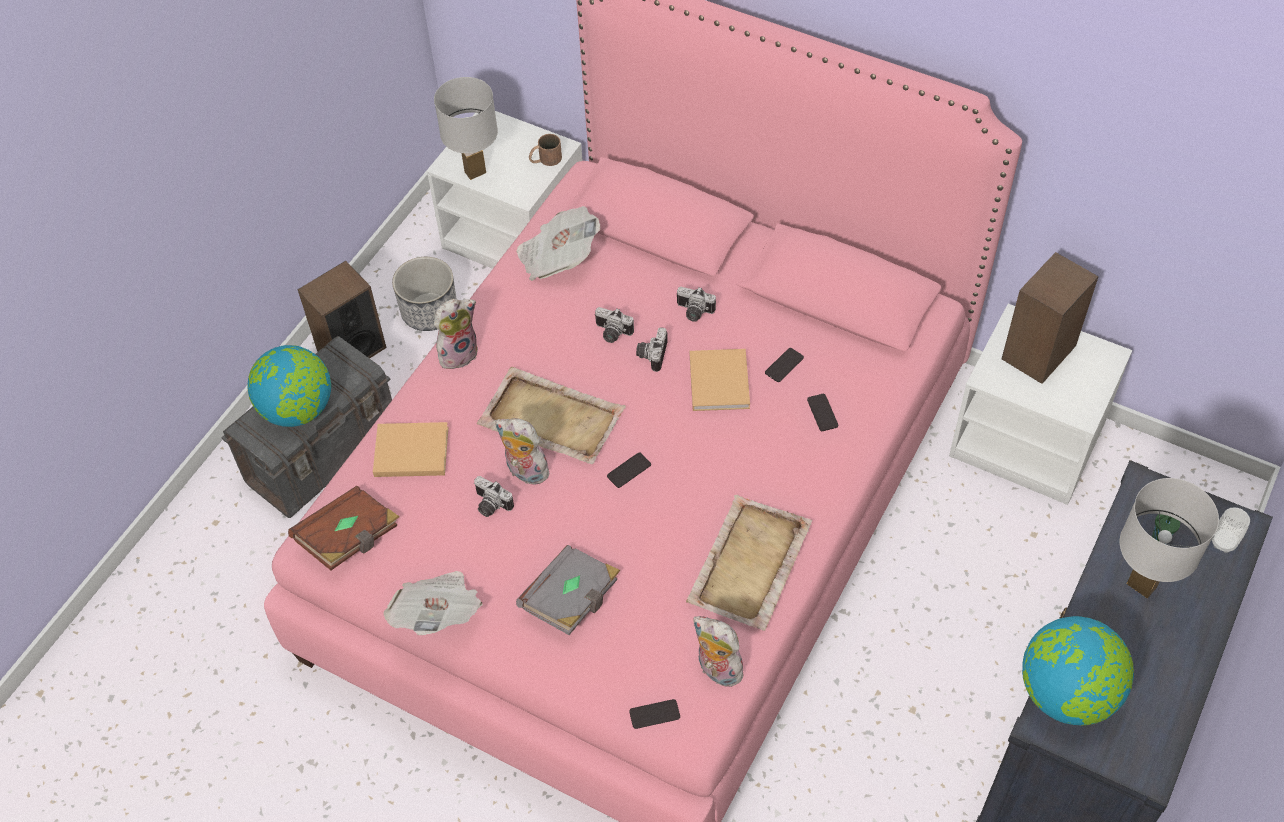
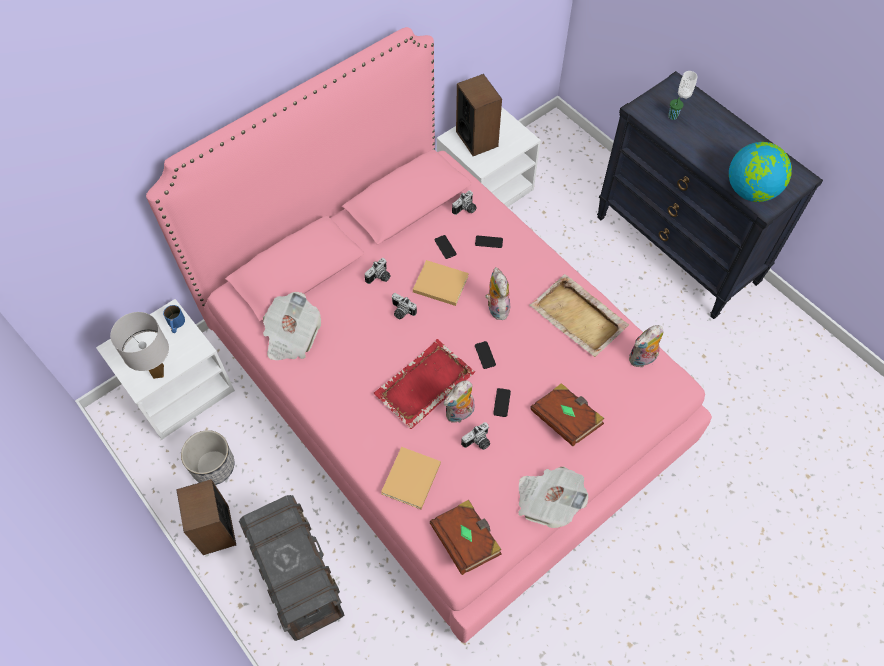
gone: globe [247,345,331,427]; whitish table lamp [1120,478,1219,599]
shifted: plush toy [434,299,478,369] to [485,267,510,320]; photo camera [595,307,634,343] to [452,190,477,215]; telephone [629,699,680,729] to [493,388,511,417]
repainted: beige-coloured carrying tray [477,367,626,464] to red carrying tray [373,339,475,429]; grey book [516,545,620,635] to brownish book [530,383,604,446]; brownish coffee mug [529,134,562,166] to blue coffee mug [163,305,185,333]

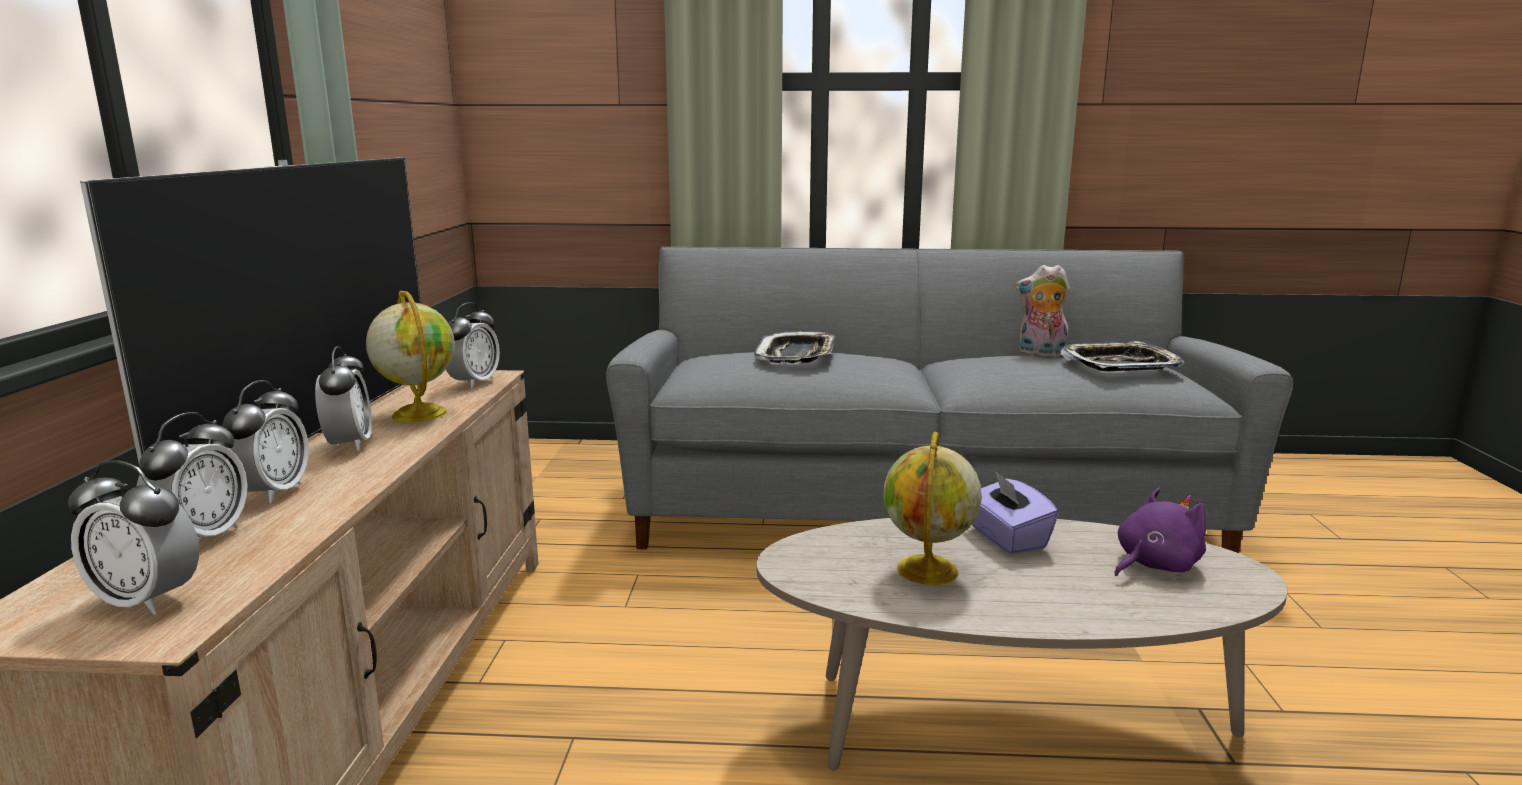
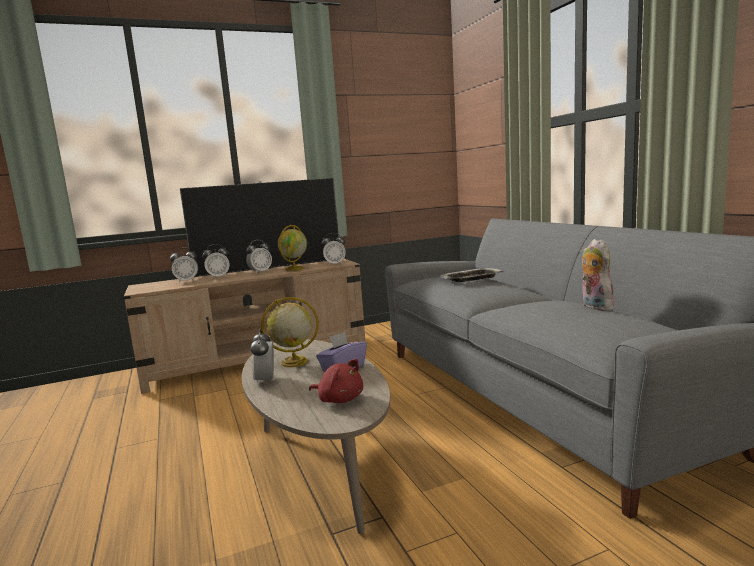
gone: carrying tray [1061,341,1184,371]
shifted: alarm clock [68,460,199,615] to [250,328,274,386]
repainted: purple plush toy [1114,488,1206,576] to red plush toy [309,359,363,403]

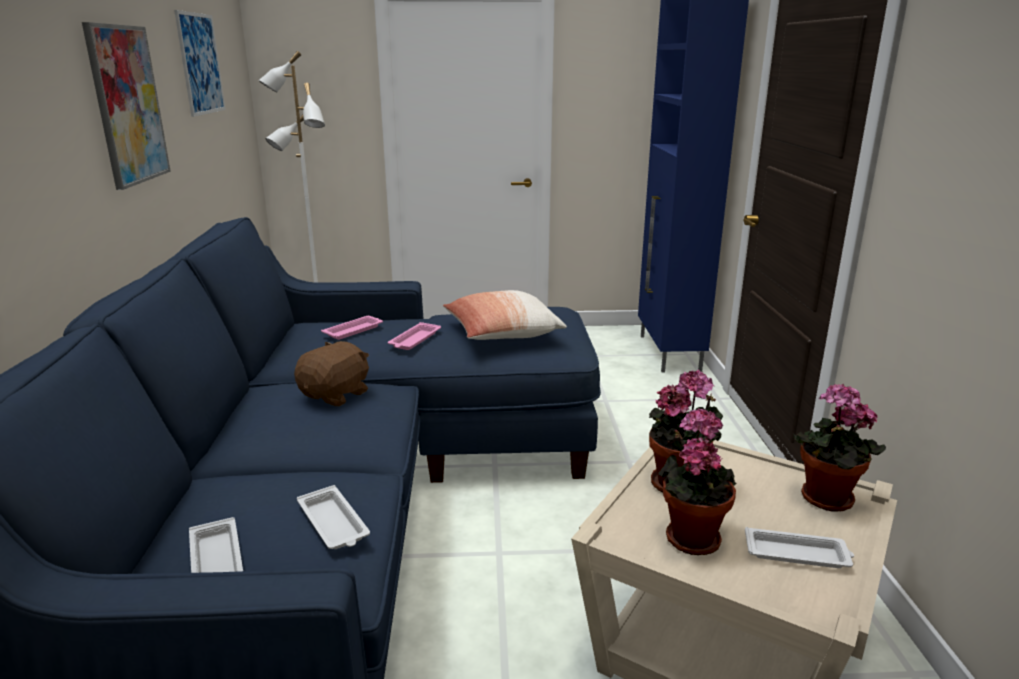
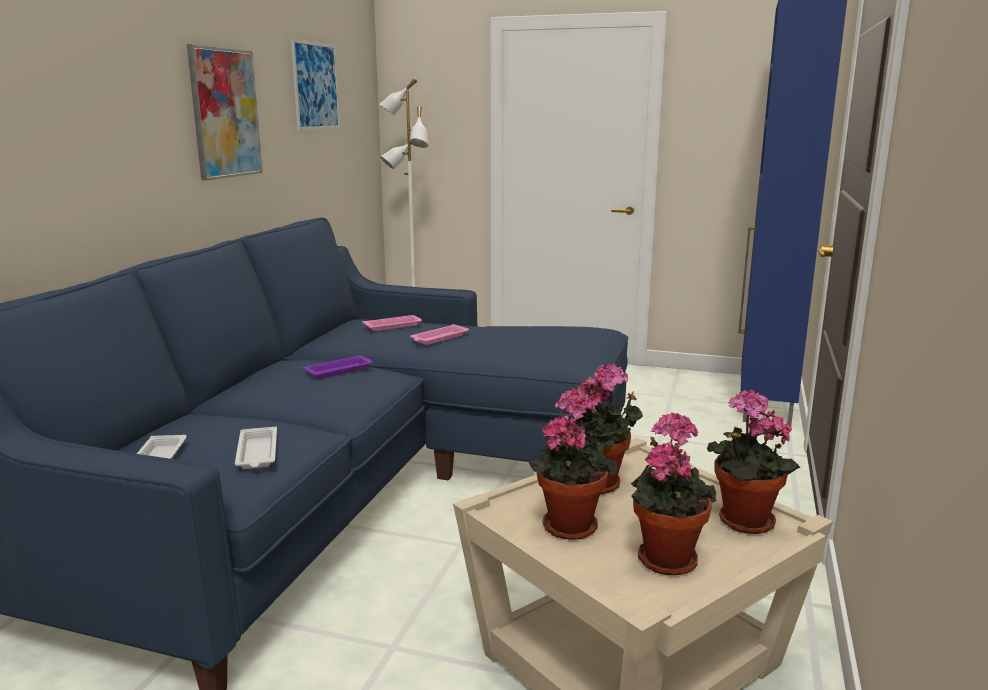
gone: pillow [443,290,567,340]
swapped: brownish plush toy [294,341,369,406] to purple carrying tray [303,356,373,378]; whitish carrying tray [745,527,854,568] to potted plant [631,412,717,575]

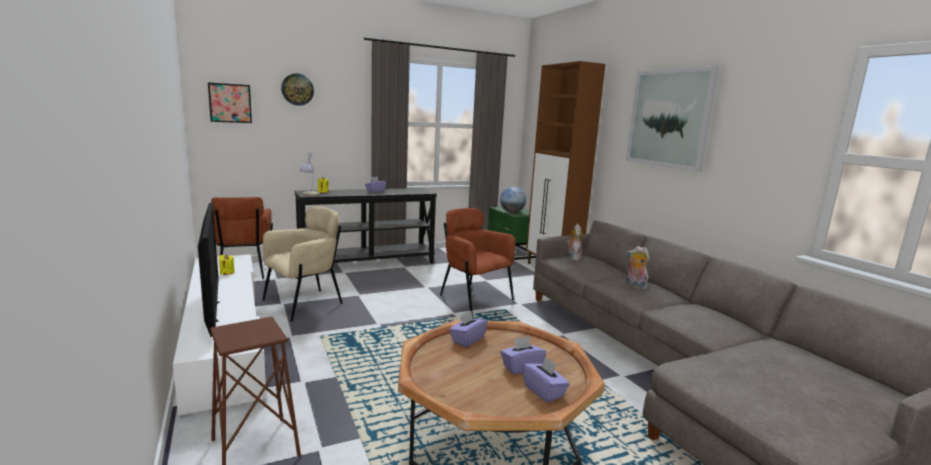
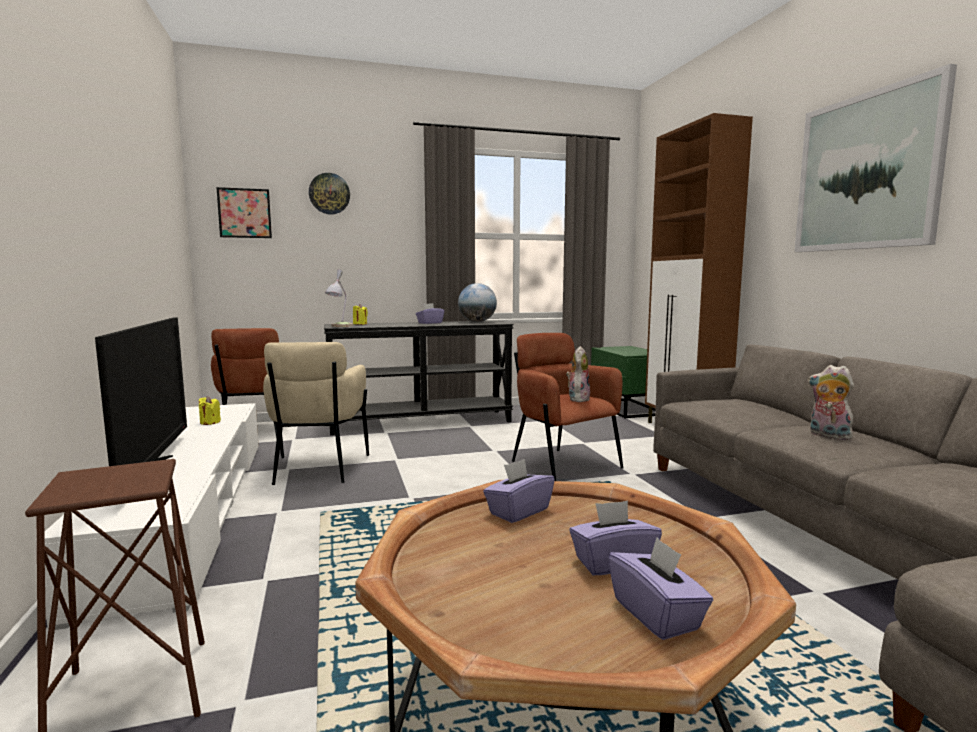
shifted: globe [500,187,526,213] to [458,283,497,322]; plush toy [567,224,582,261] to [566,346,590,402]
rotated: beige-coloured armchair [262,206,343,321] = [263,342,369,485] 120 degrees clockwise

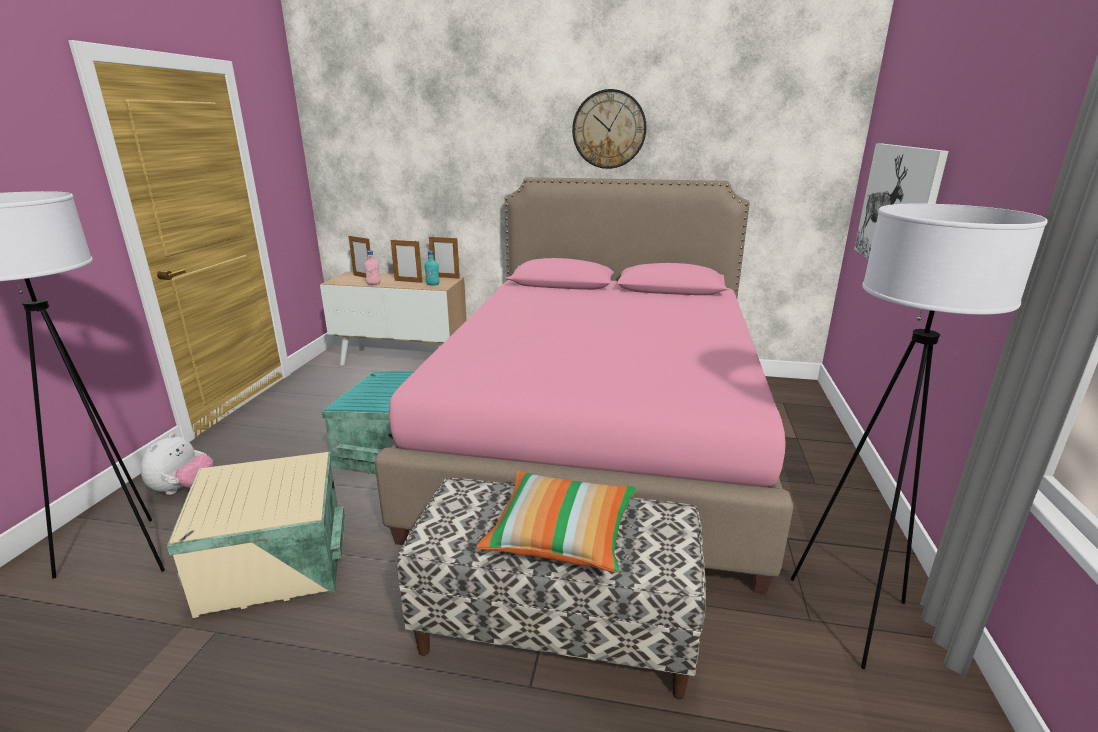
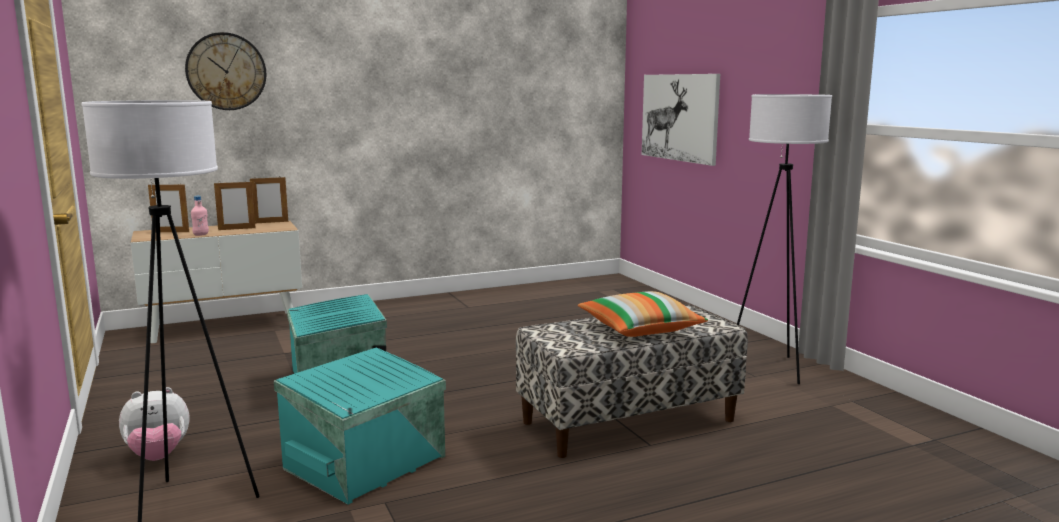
gone: pinkish bedroom bed [375,177,794,594]; turquoise-coloured beverage bottle [424,251,440,285]
shifted: clock on the wall [572,89,646,169] to [185,32,266,110]
repainted: beige-coloured storage bin [167,452,345,618] to turquoise-coloured storage bin [274,348,446,505]
rotated: plush toy [140,433,213,495] = [119,387,189,461] 90 degrees clockwise

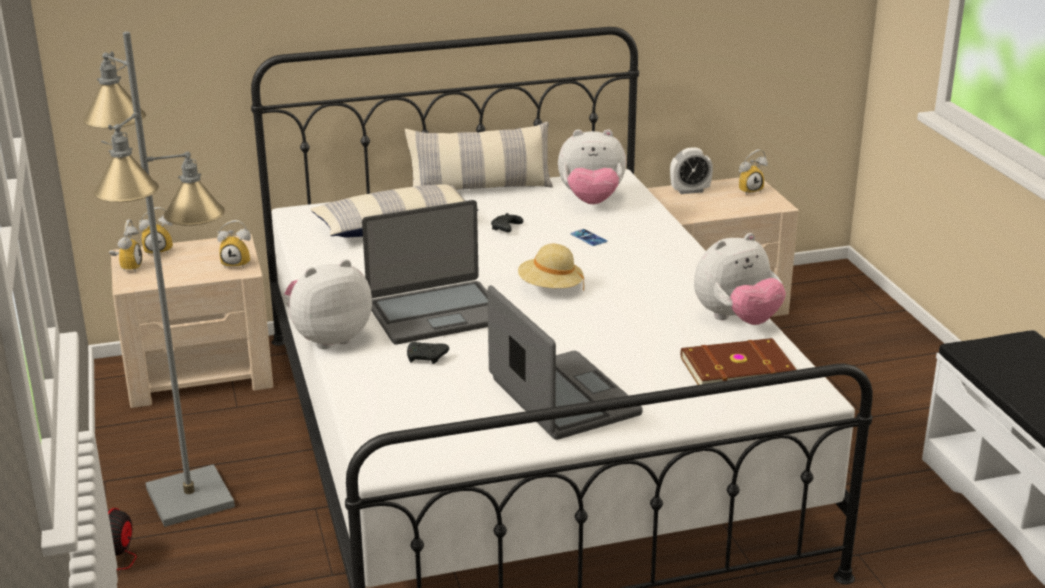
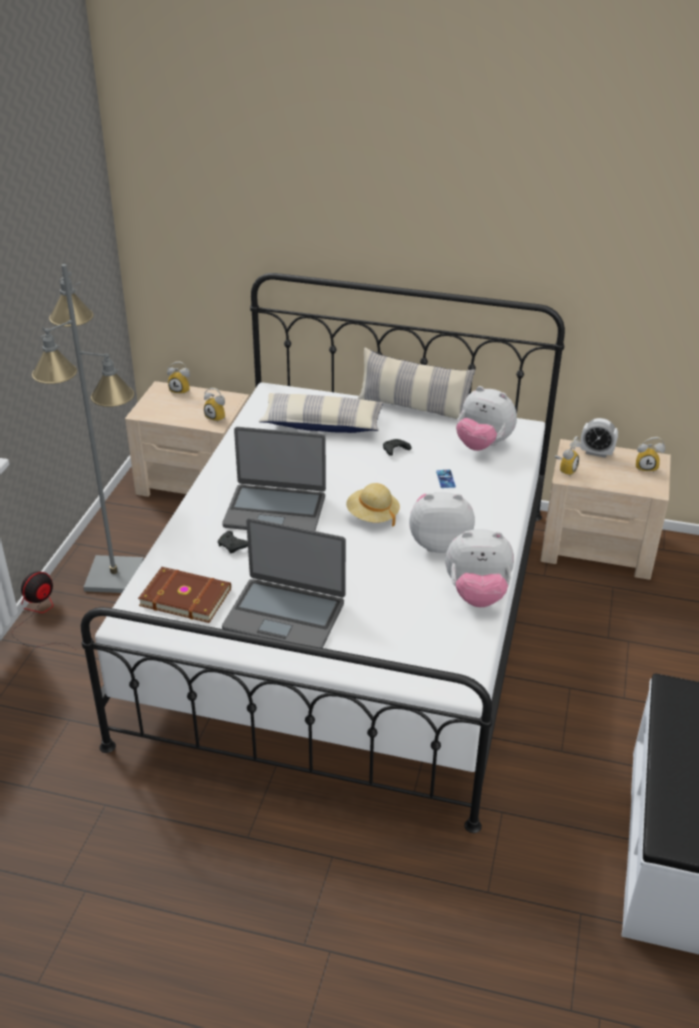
shifted: alarm clock [109,219,142,272] to [554,436,581,476]; plush toy [285,259,372,349] to [409,492,475,553]; brownish book [681,338,797,385] to [138,567,231,623]
rotated: laptop [487,285,643,440] = [222,518,346,648] 105 degrees clockwise

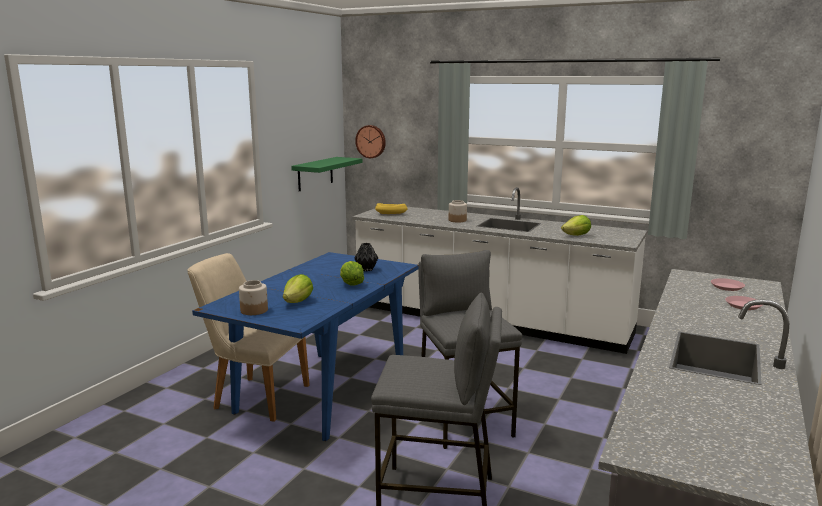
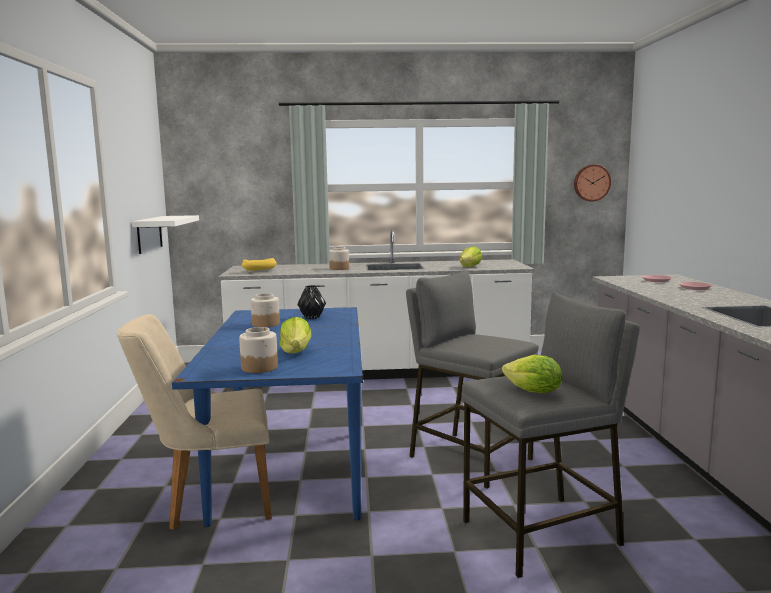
new: jar [251,293,280,327]
shifted: head of lettuce [340,261,364,286] to [502,355,562,393]; clock on the wall [355,125,386,158] to [574,165,611,201]
repainted: greenish shelf [291,157,362,191] to whitish shelf [132,215,199,254]

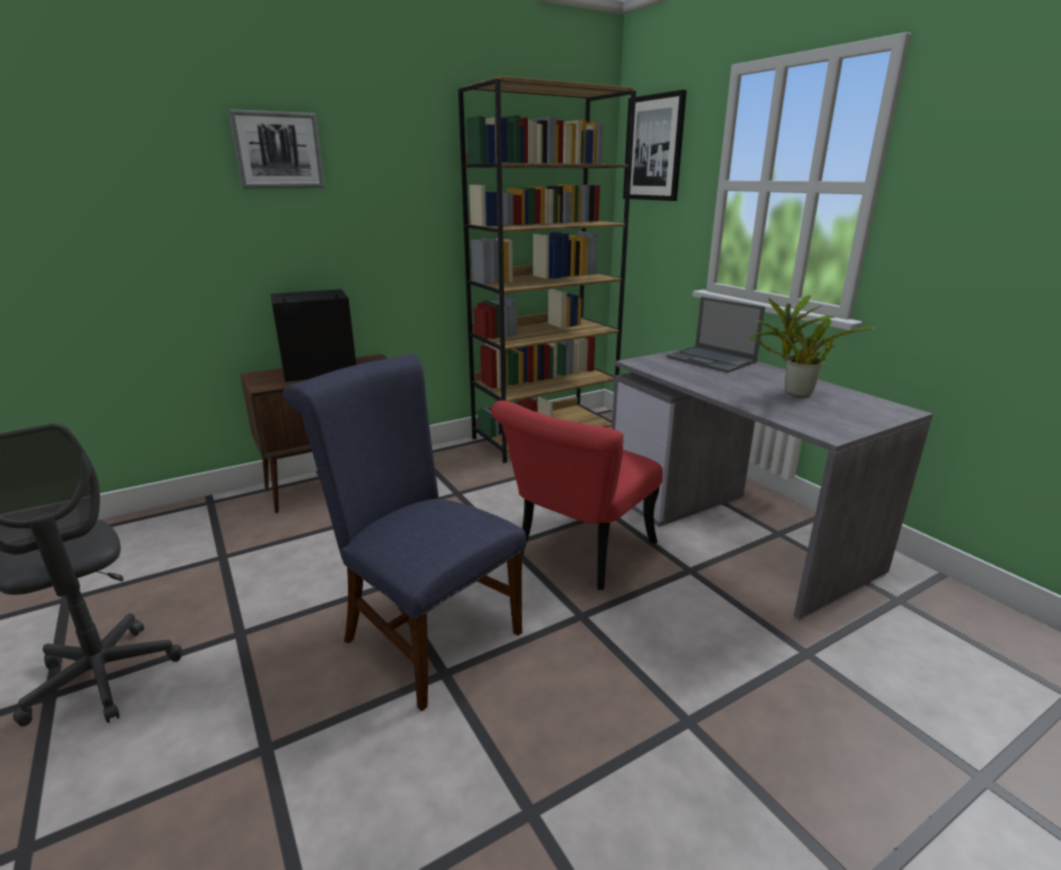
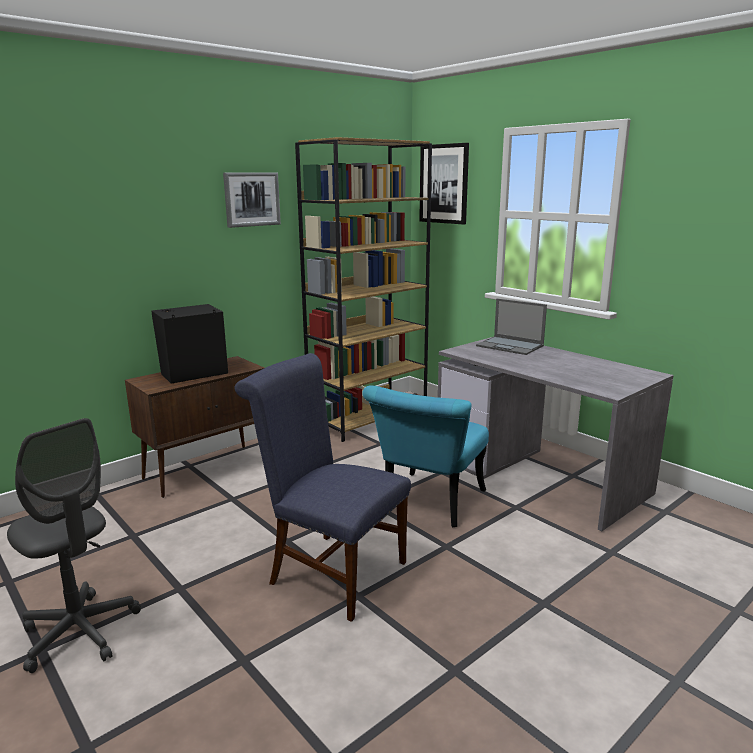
gone: potted plant [749,295,874,397]
shifted: wall art [228,109,325,189] to [223,173,281,228]
repainted: red plain chair [491,400,663,590] to turquoise-coloured plain chair [362,385,489,527]

